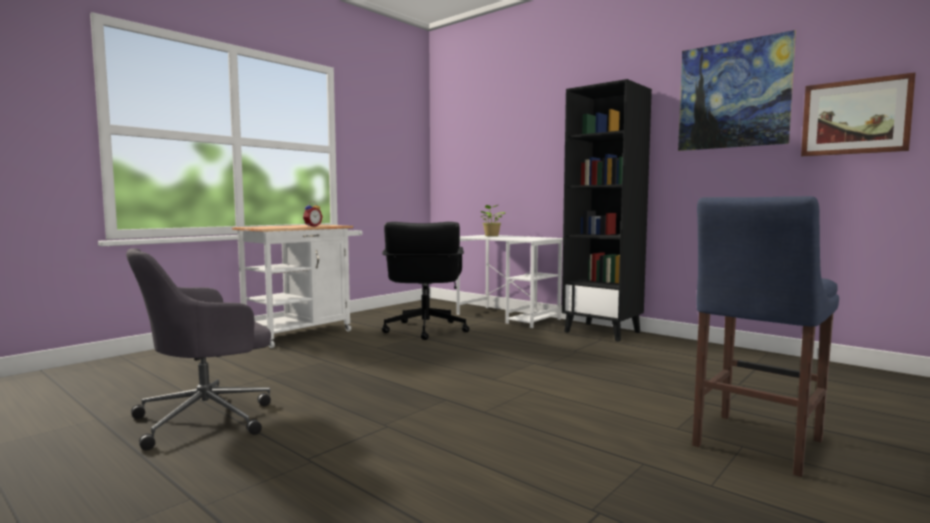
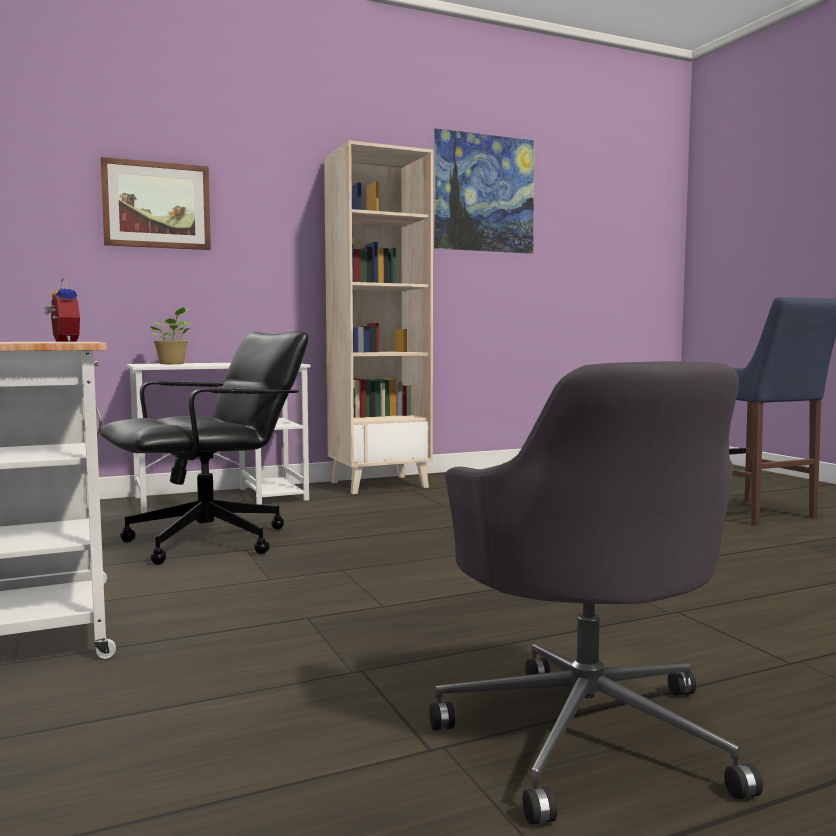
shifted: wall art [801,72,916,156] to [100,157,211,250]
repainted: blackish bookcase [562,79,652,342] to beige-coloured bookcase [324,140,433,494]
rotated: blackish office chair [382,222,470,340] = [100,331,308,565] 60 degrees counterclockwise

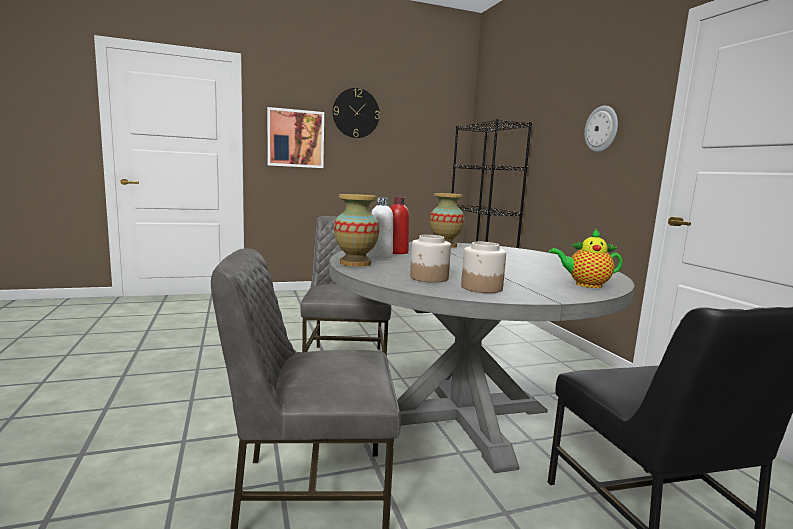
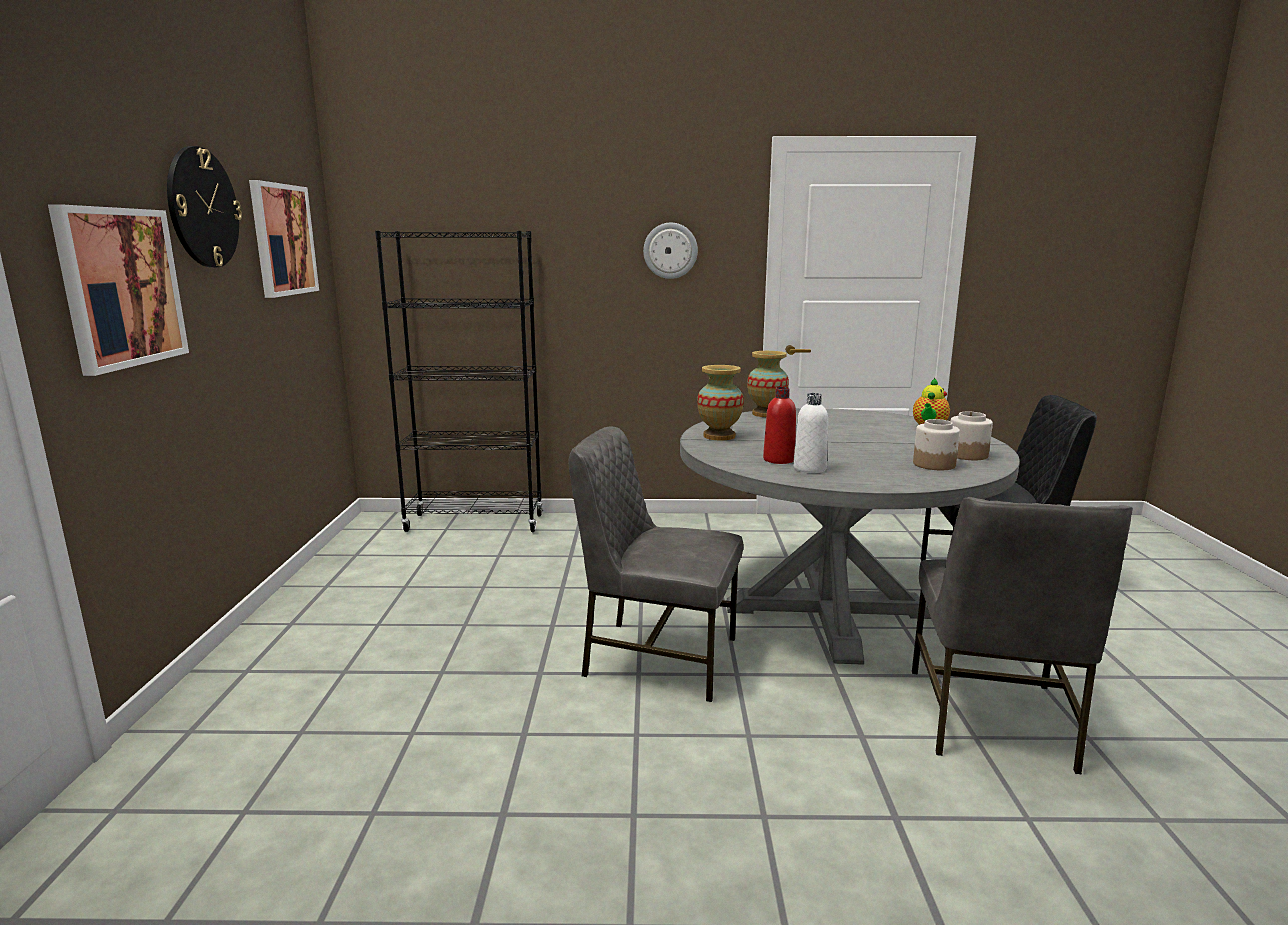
new: wall art [249,180,319,298]
shifted: decorative vase [334,194,380,267] to [747,351,789,417]

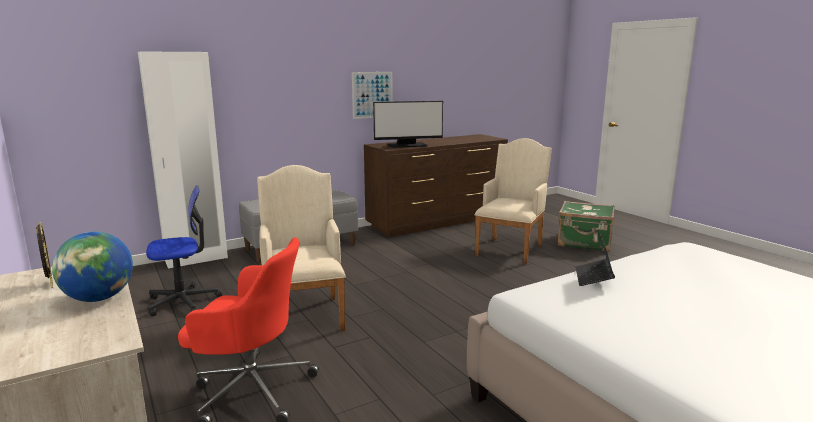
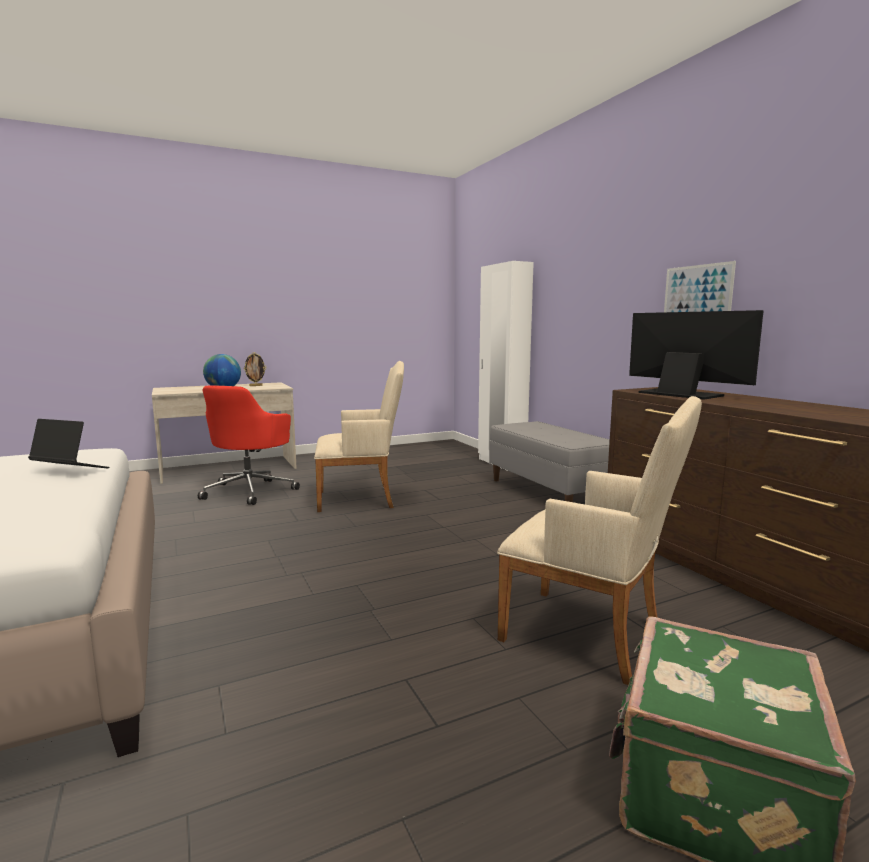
gone: office chair [146,185,222,316]
rotated: computer display [373,101,443,148] = [629,310,764,400] 150 degrees clockwise

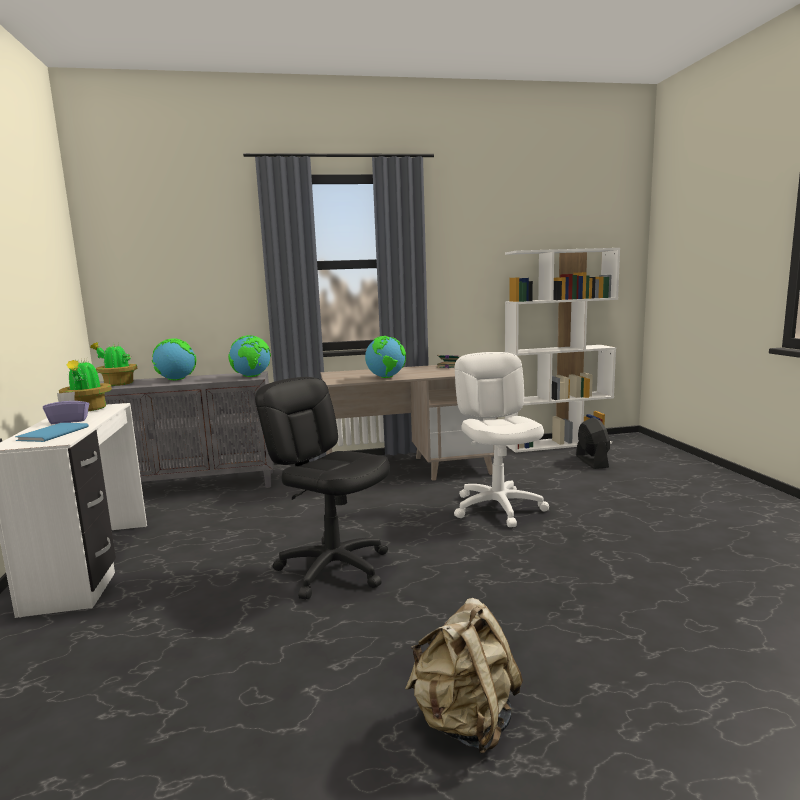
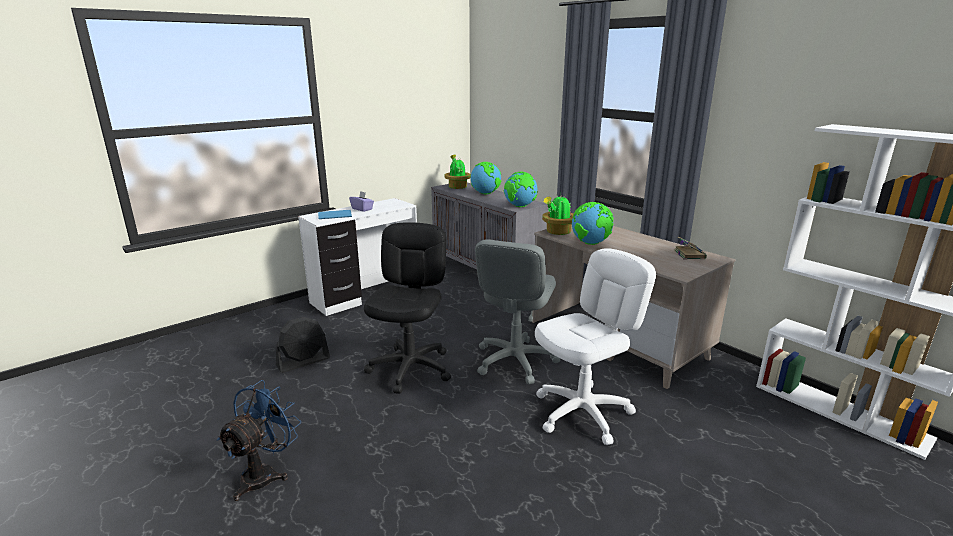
new: grey office chair [475,239,560,384]
shifted: potted plant [59,359,112,411] to [542,194,574,235]; blackish electric fan [576,417,610,469] to [276,317,330,373]
swapped: beige-coloured rucksack [405,598,523,754] to blue electric fan [217,380,301,501]

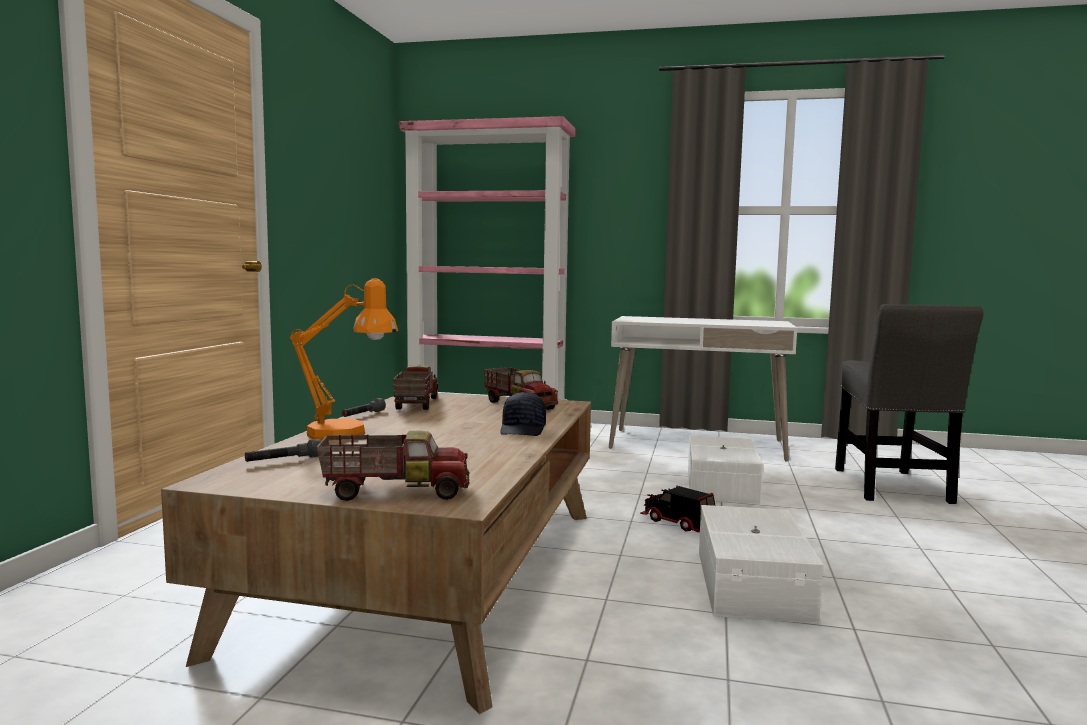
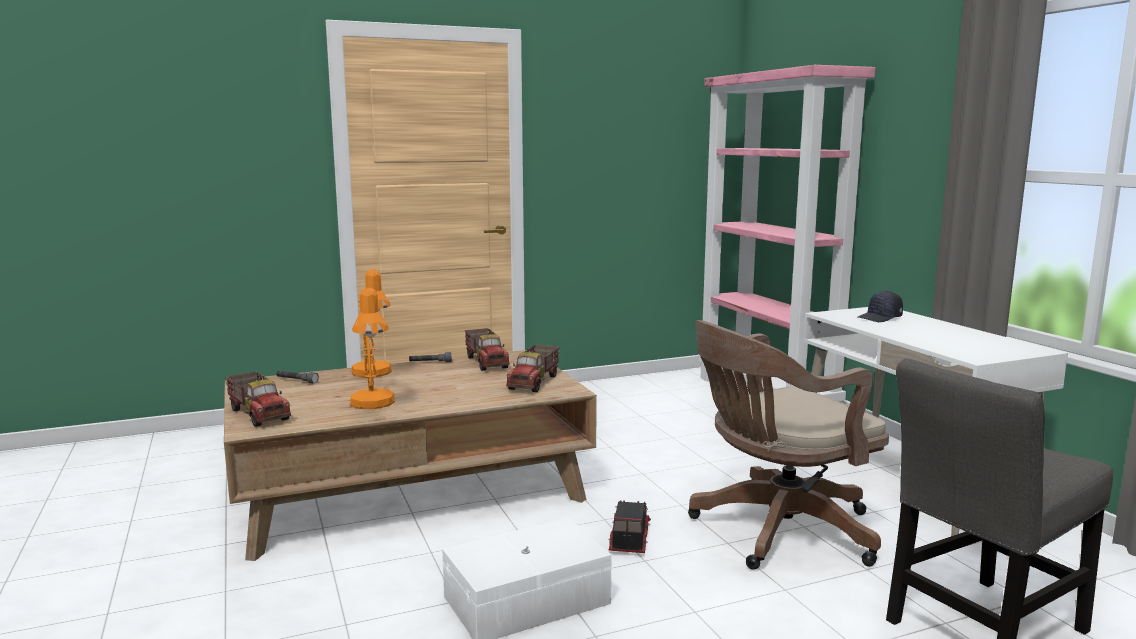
new: orangey table lamp [350,288,395,409]
shifted: blackish cap [500,392,546,436] to [858,291,903,322]
swapped: whitish storage bin [688,435,763,504] to brownish office chair [688,320,889,570]
rotated: model truck [393,365,438,410] = [465,328,510,371] 105 degrees clockwise

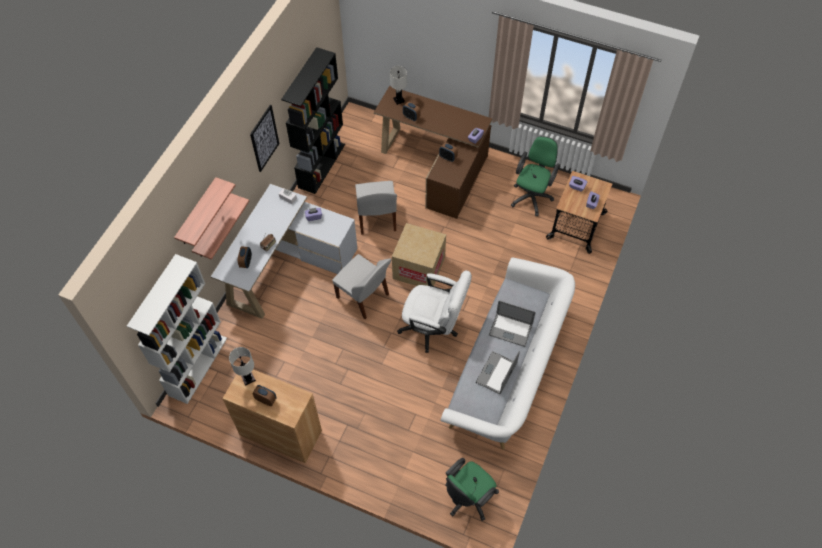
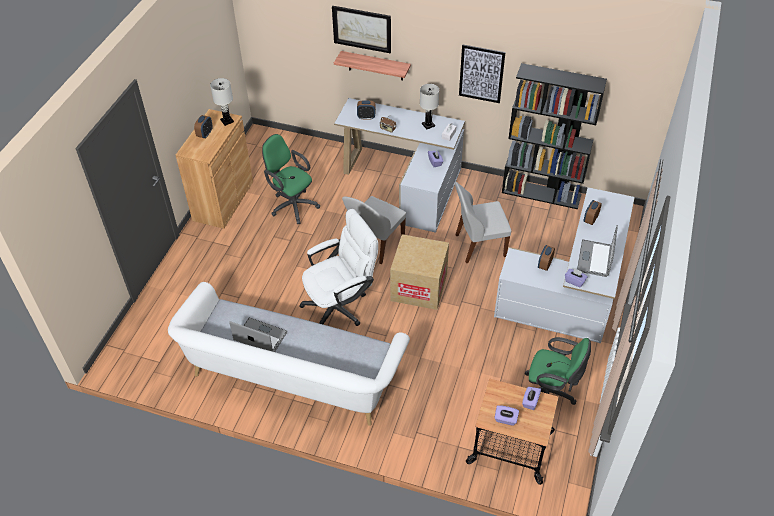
gone: whitish bookcase [127,254,227,404]
shifted: whitish table lamp [390,66,407,105] to [420,84,439,129]; greenish office chair [445,458,499,521] to [262,134,320,224]; laptop [489,301,536,347] to [577,225,618,277]
swapped: shelf [174,177,236,246] to wall art [332,6,391,53]
repainted: brownish desk [374,86,492,219] to whitish desk [494,187,635,344]
rotated: whitish office chair [397,270,472,353] = [299,209,378,326] 135 degrees counterclockwise

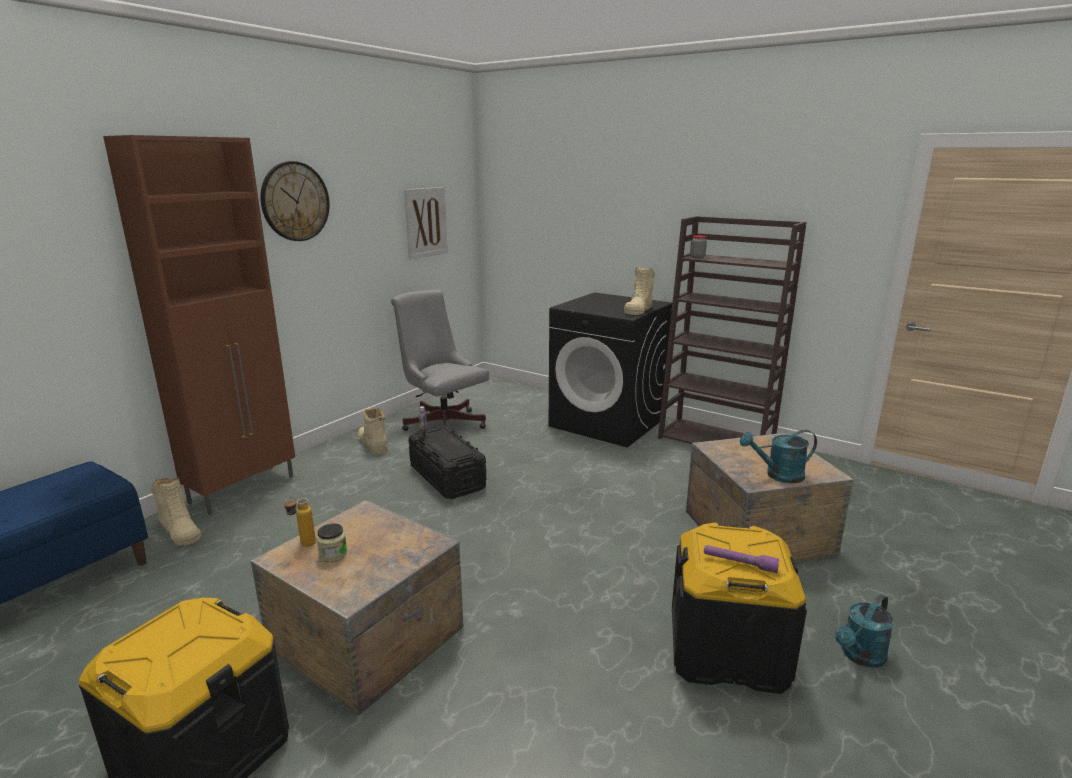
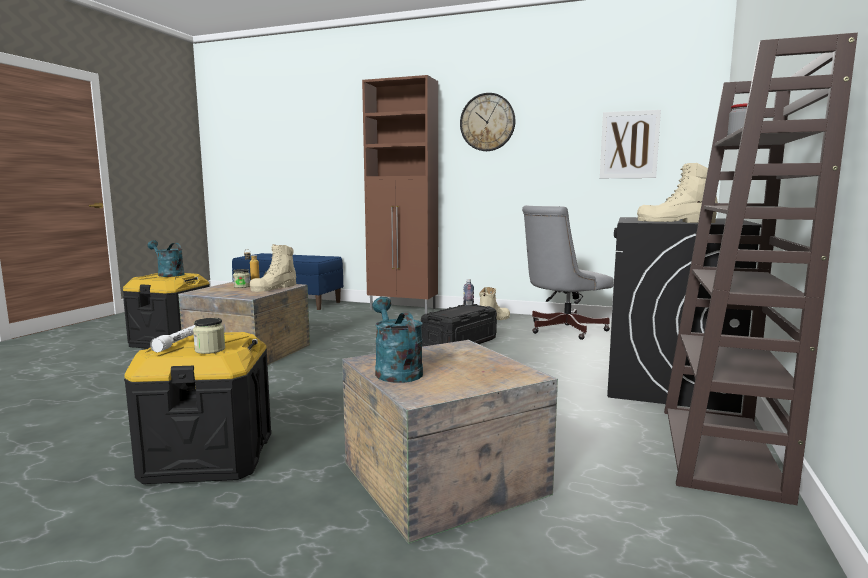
new: jar [193,318,225,354]
shifted: beige-coloured high-top boot [151,477,201,546] to [250,244,296,292]; turquoise-coloured sprinkling can [835,594,894,668] to [148,240,185,277]
repainted: purple flashlight [704,545,780,573] to whitish flashlight [150,325,195,352]
rotated: grey office chair [391,290,489,431] = [522,205,614,340] 150 degrees counterclockwise

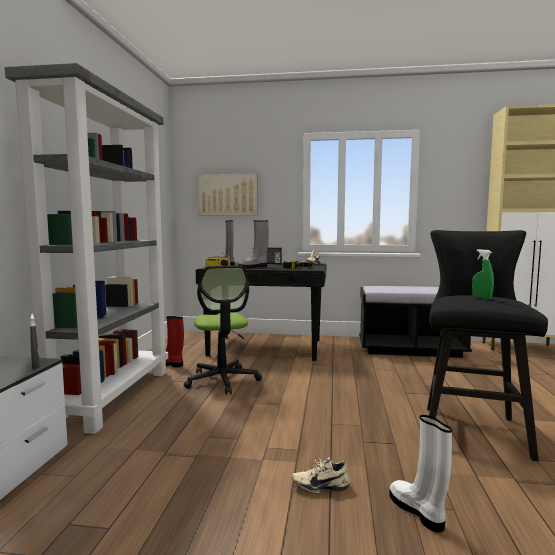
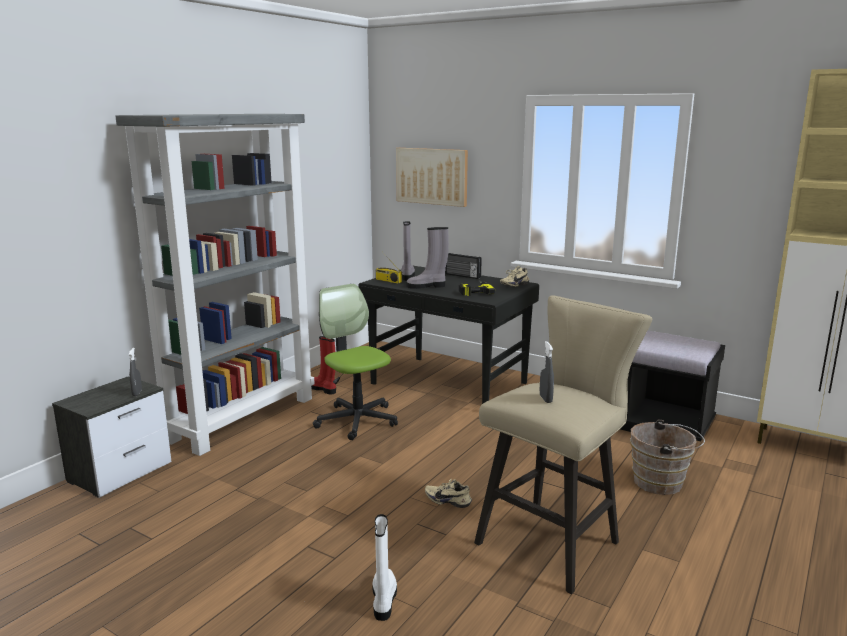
new: brownish water bucket [630,419,705,495]
shifted: beige-coloured shoe [292,457,351,493] to [425,479,472,508]
repainted: blackish sitting stool [427,230,548,461] to beige-coloured sitting stool [474,295,652,594]; greenish hand sprayer [472,249,494,299] to grey hand sprayer [540,341,554,403]
rotated: office chair [184,265,262,394] = [313,284,398,440] 135 degrees clockwise

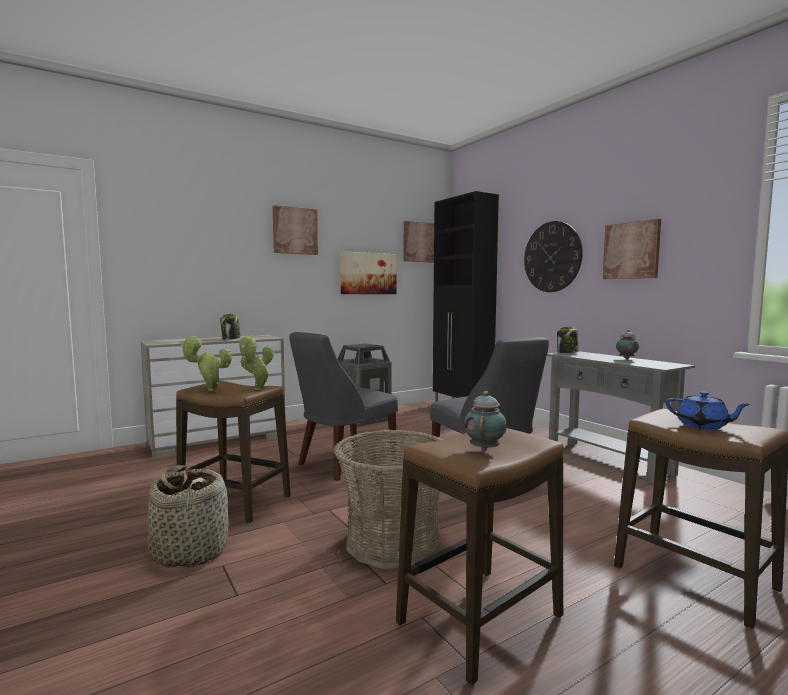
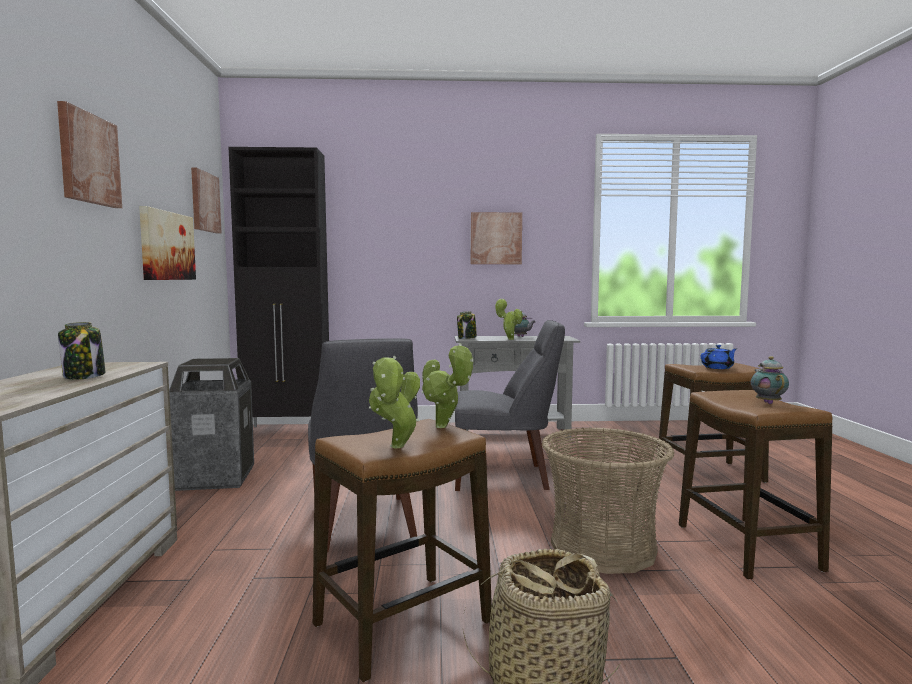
gone: clock on the wall [524,221,583,292]
new: potted plant [495,298,523,340]
rotated: pot for tea [464,391,507,451] = [751,356,789,404] 45 degrees clockwise

